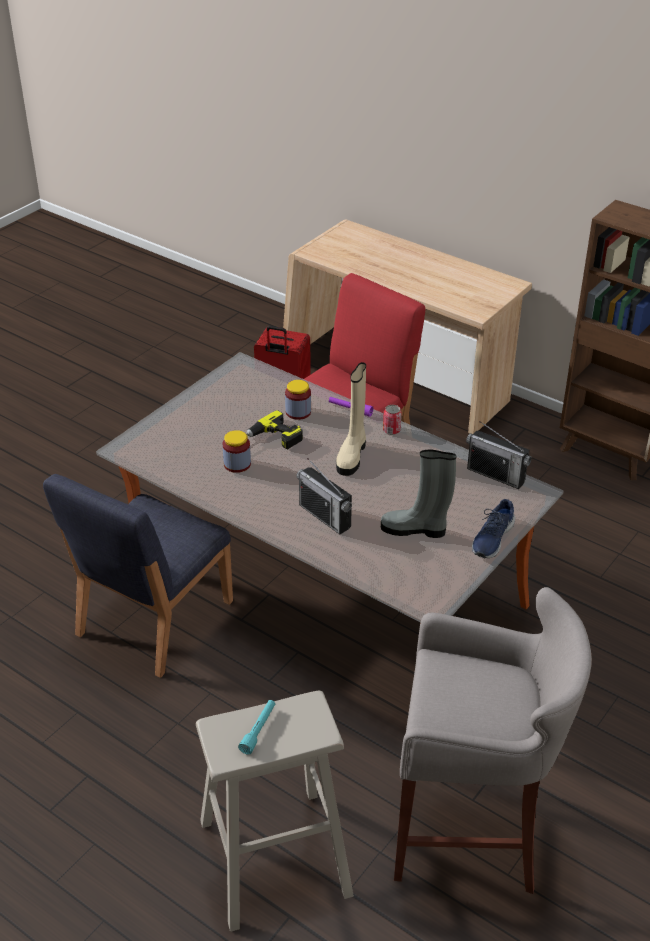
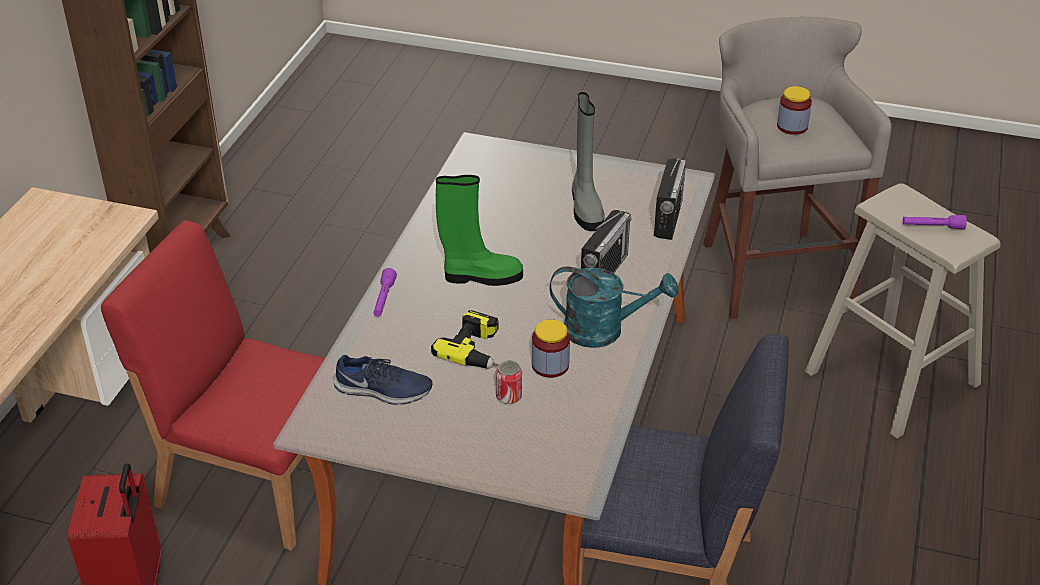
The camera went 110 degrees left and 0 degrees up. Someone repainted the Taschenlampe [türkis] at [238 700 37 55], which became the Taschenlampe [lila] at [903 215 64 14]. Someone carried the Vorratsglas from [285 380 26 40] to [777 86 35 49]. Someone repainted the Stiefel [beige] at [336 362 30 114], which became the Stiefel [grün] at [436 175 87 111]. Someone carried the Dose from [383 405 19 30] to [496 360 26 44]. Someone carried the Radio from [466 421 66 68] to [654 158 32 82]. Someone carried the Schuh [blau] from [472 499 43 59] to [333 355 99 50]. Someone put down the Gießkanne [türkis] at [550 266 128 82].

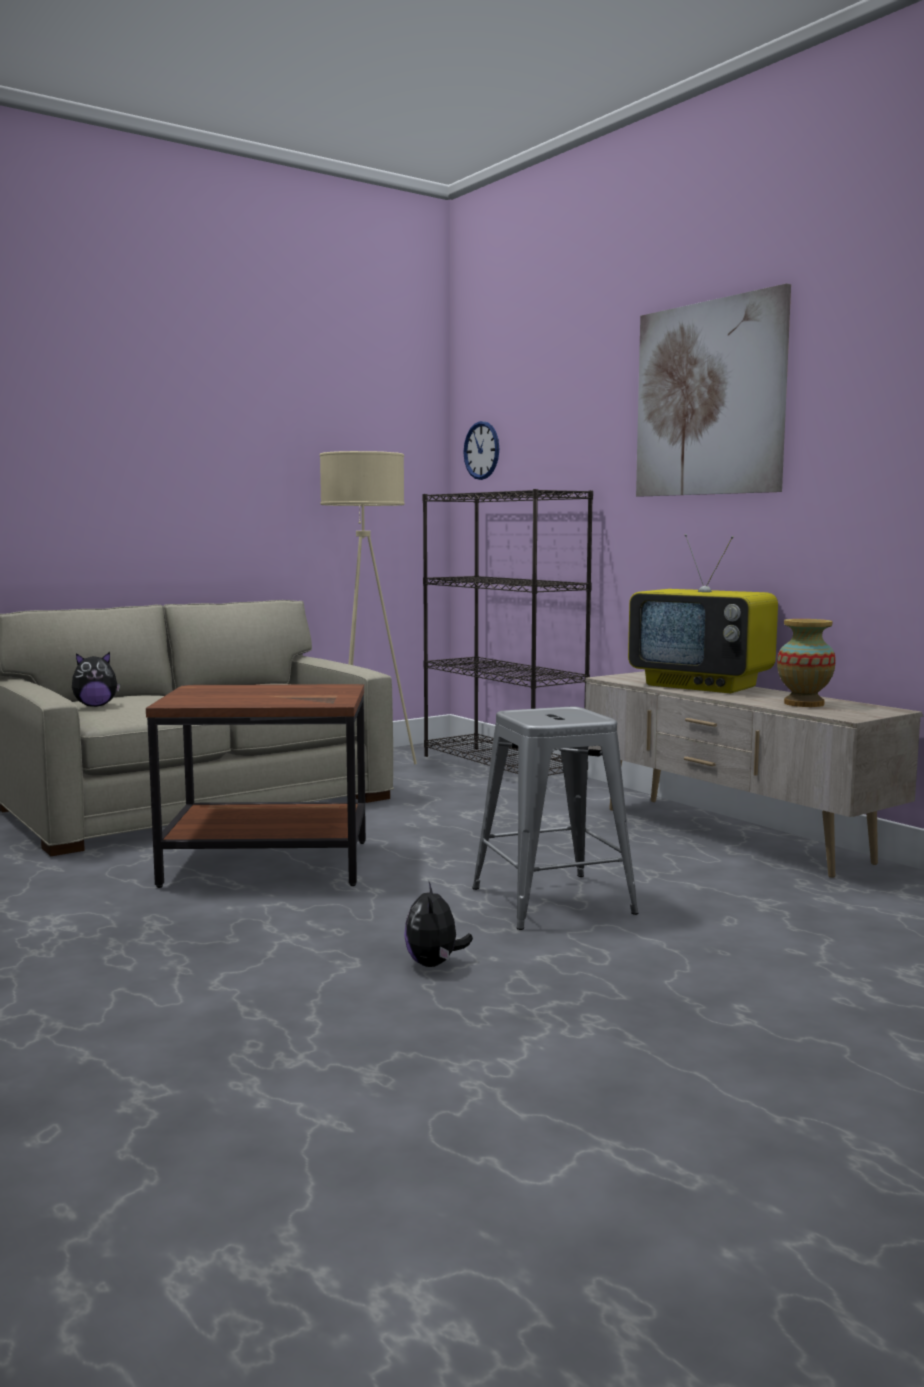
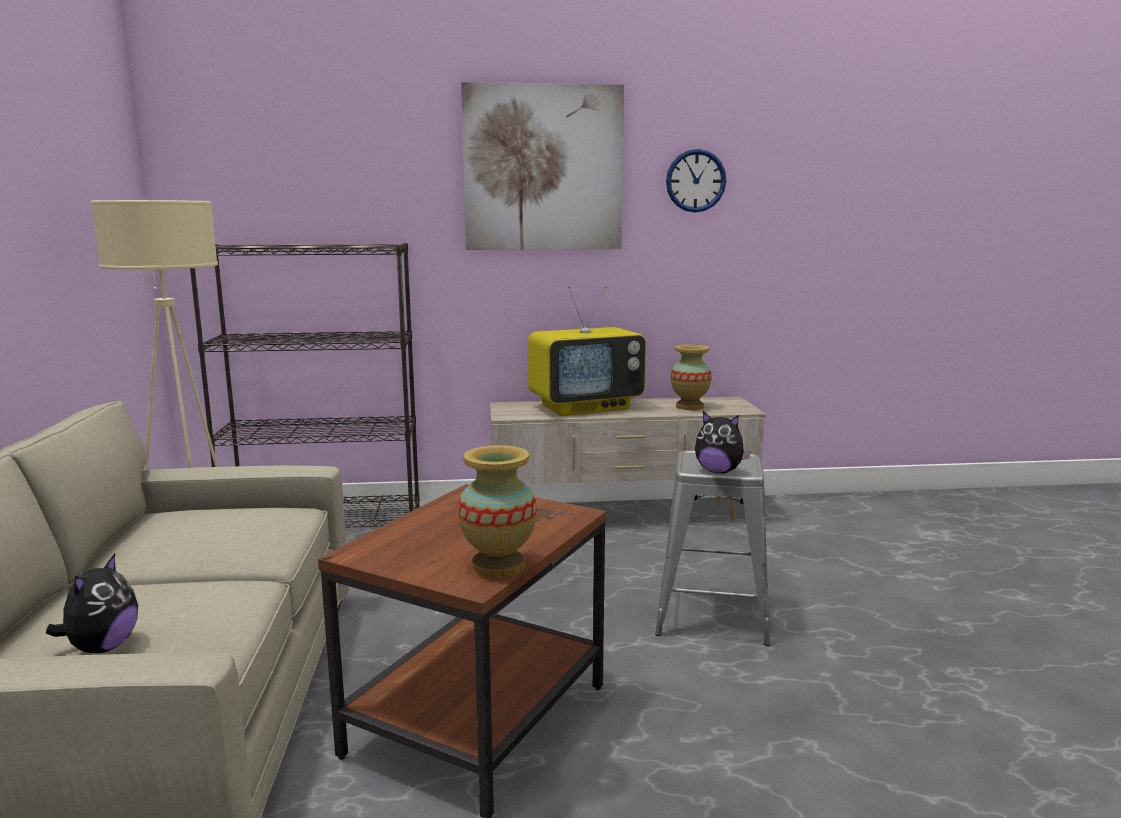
The camera went 60 degrees left and 5 degrees up. Someone carried the Plüschtier from [404 880 69 87] to [695 411 56 63]. Someone carried the Wanduhr from [463 421 36 59] to [666 149 60 64]. Someone put down the Vase at [458 445 79 132].

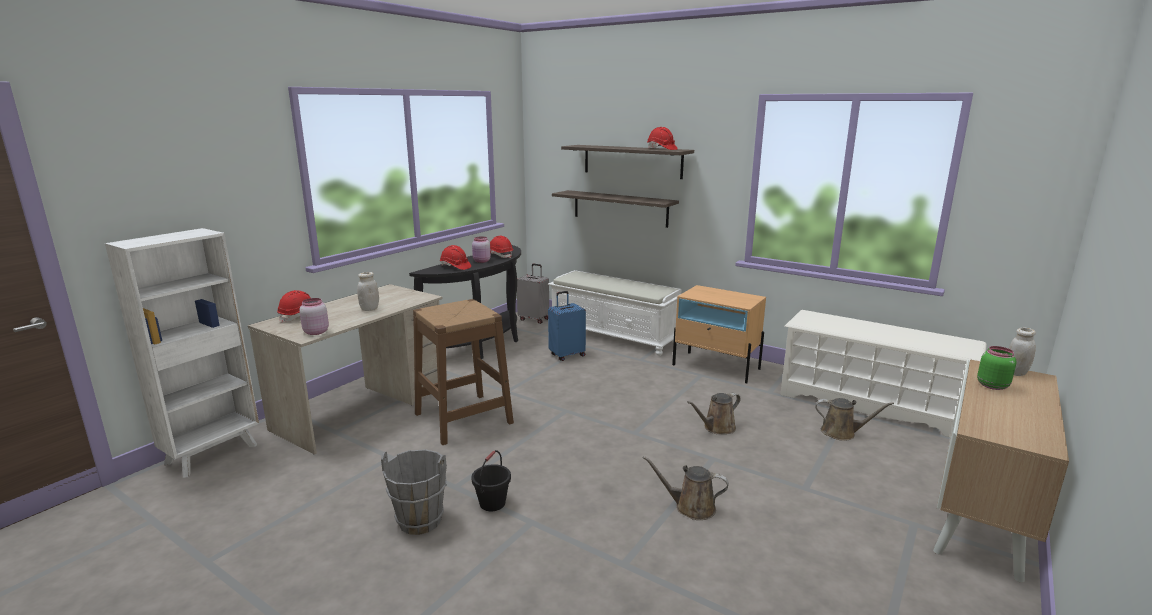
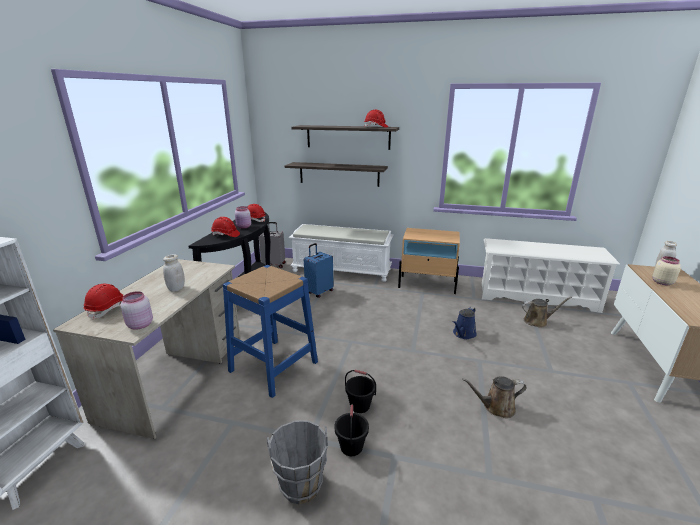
The camera went 20 degrees left and 5 degrees up. Someone repainted the Hocker [braun] at [413 299 101 146], which became the Hocker [blau] at [223 265 95 133]. Someone repainted the Gießkanne [braun] at [687 393 54 41], which became the Gießkanne [blau] at [453 307 24 32]. Someone repainted the Vorratsglas [grün] at [977 346 40 44], which became the Vorratsglas [beige] at [652 256 29 29]. Someone put down the Eimer [schwarz] at [345 370 31 43].

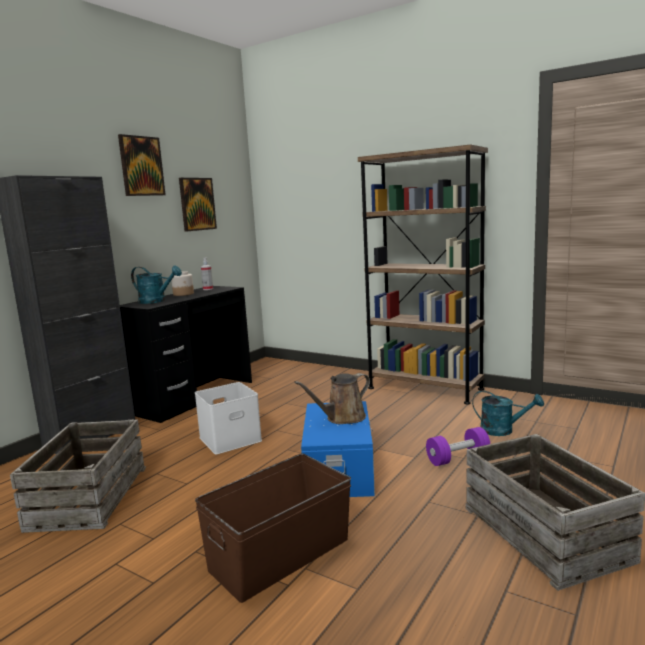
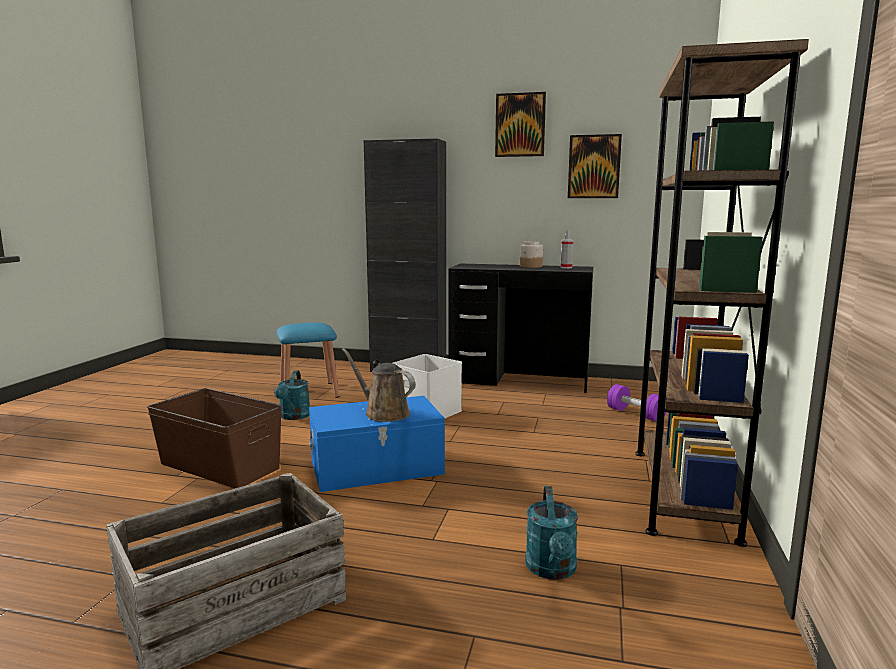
The camera went 70 degrees right and 0 degrees up. Someone swapped the Kiste at [10 420 136 113] for the Hocker [blau] at [276 323 63 75]. Someone carried the Gießkanne [türkis] from [131 266 51 38] to [274 370 36 50]. Someone carried the Hantel [lila] from [426 427 64 39] to [607 384 59 38].

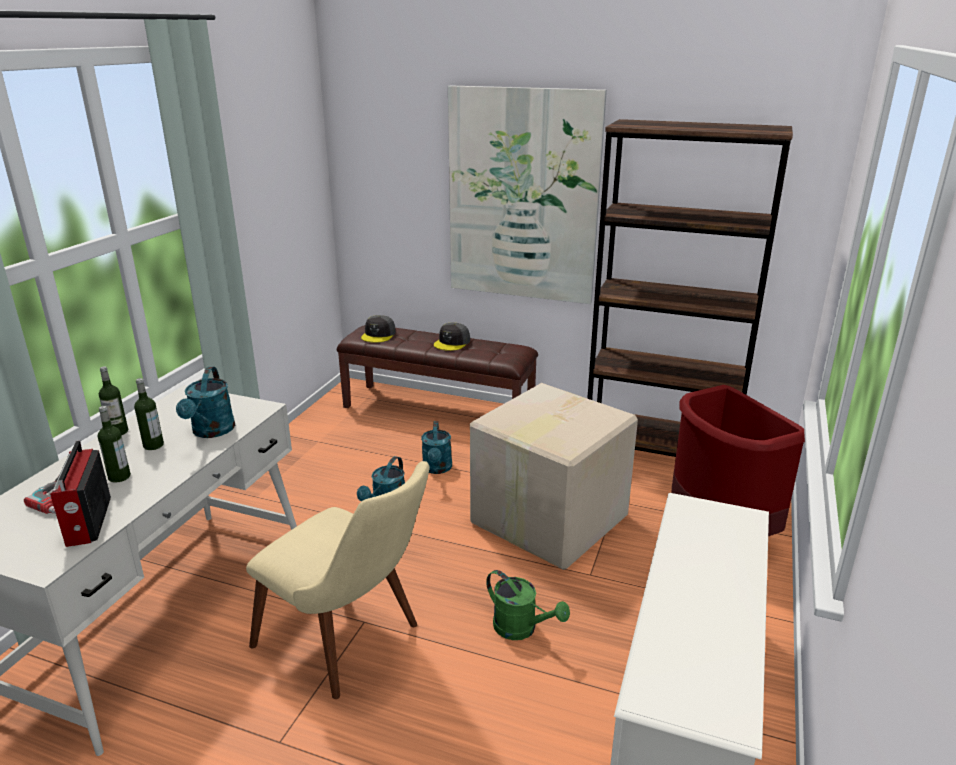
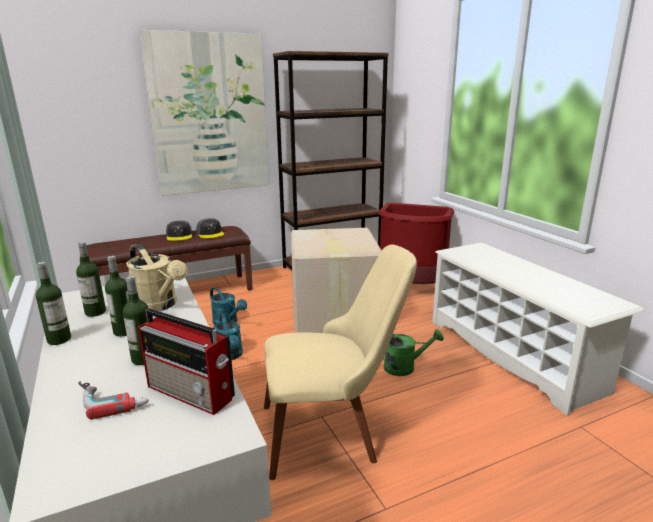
The camera went 45 degrees left and 5 degrees down. Someone repainted the Gießkanne [türkis] at [176 367 59 71], which became the Gießkanne [beige] at [126 244 61 67]. Someone carried the Kappe [grau] from [361 315 35 28] to [196 218 28 20]. Someone put down the Flasche at [76 242 30 75].

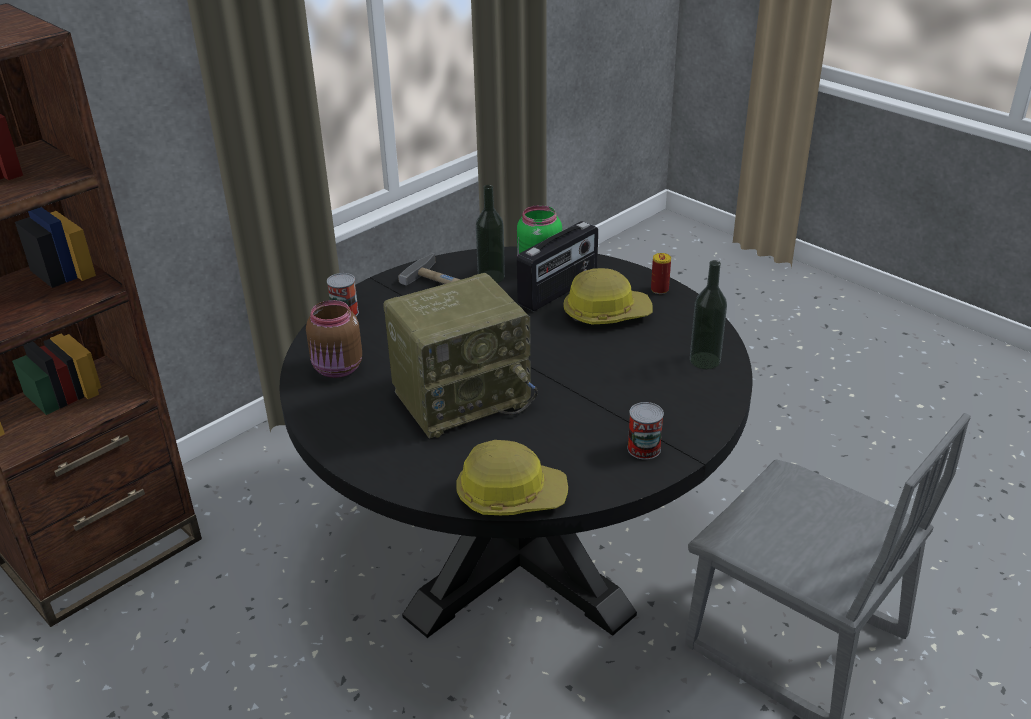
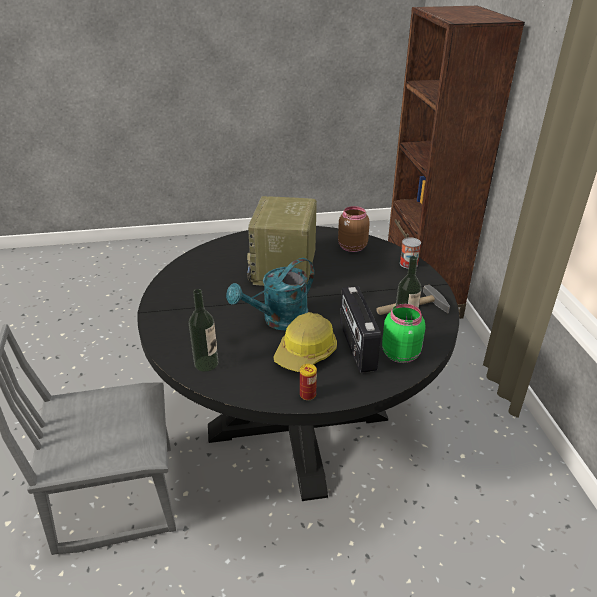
The camera went 125 degrees right and 0 degrees up. Someone took away the Schutzhelm at [456 440 112 75]. Someone took away the Dose at [627 402 37 58]. Someone put down the Gießkanne [türkis] at [226 258 89 72].

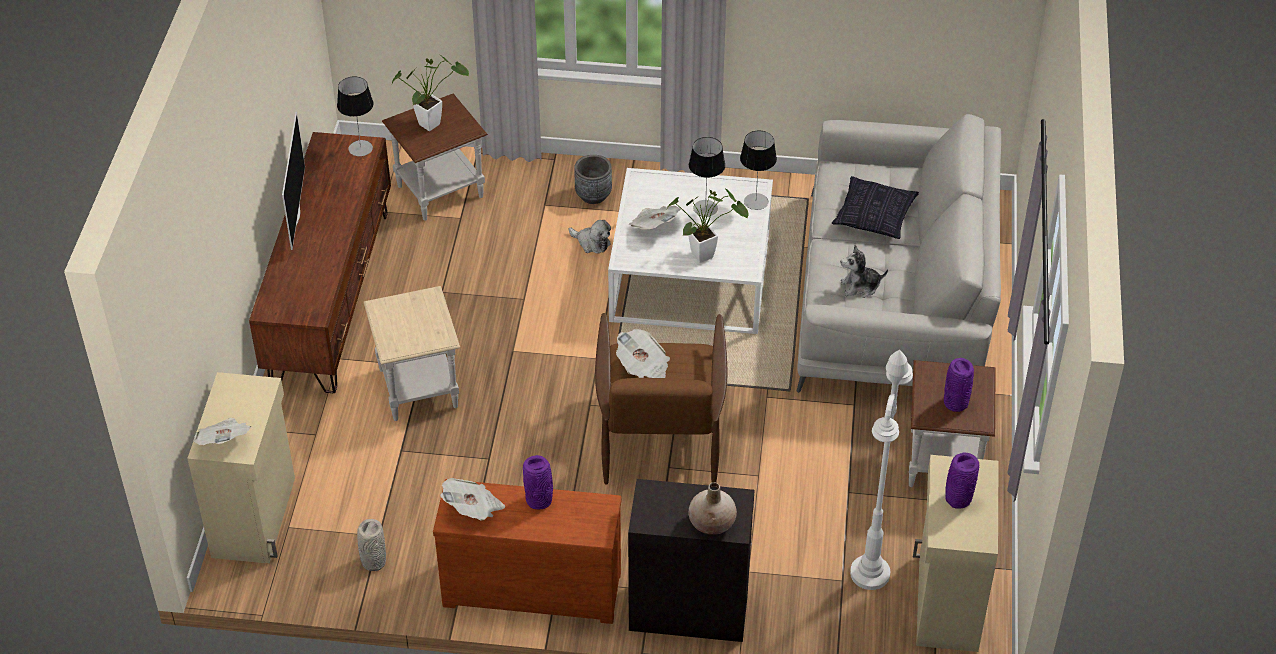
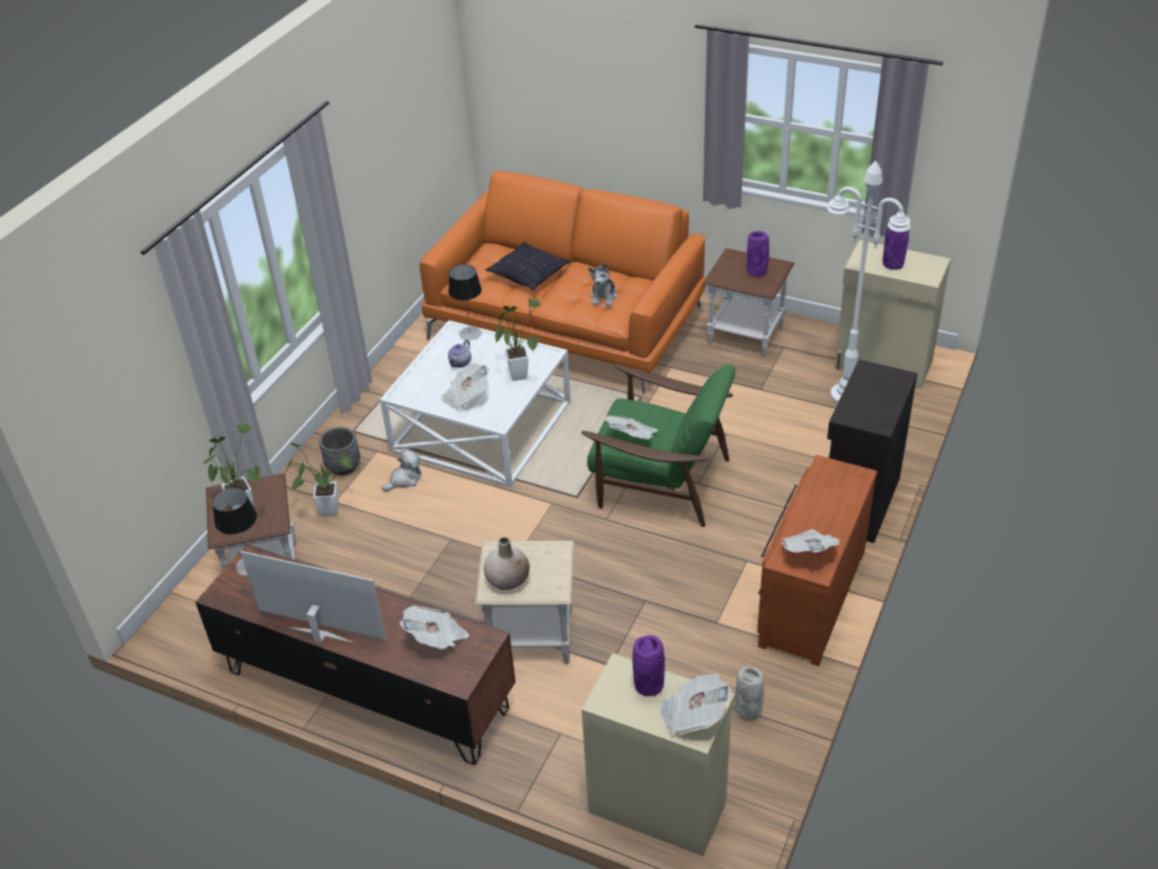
The camera went 70 degrees left and 5 degrees down. Someone carried the Vase [lila] from [523 455 30 54] to [632 635 33 61]. Someone repainted the Sessel [braun] at [595 313 132 172], which became the Sessel [grün] at [581 364 155 163]. Someone swapped the Tischlampe at [689 137 36 80] for the Teekanne at [448 340 23 27]. Someone carried the Vase [beige] from [689 482 48 53] to [484 537 46 53]. Someone repainted the Sofa [grau] at [797 114 204 279], which became the Sofa [orange] at [420 171 286 223]. Someone put down the Topfpflanze at [284 442 68 75]. Someone put down the Zeitung at [399 605 70 44].

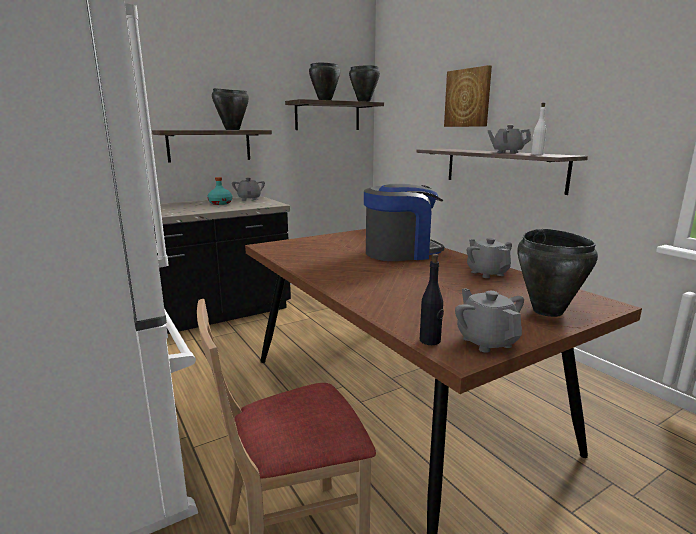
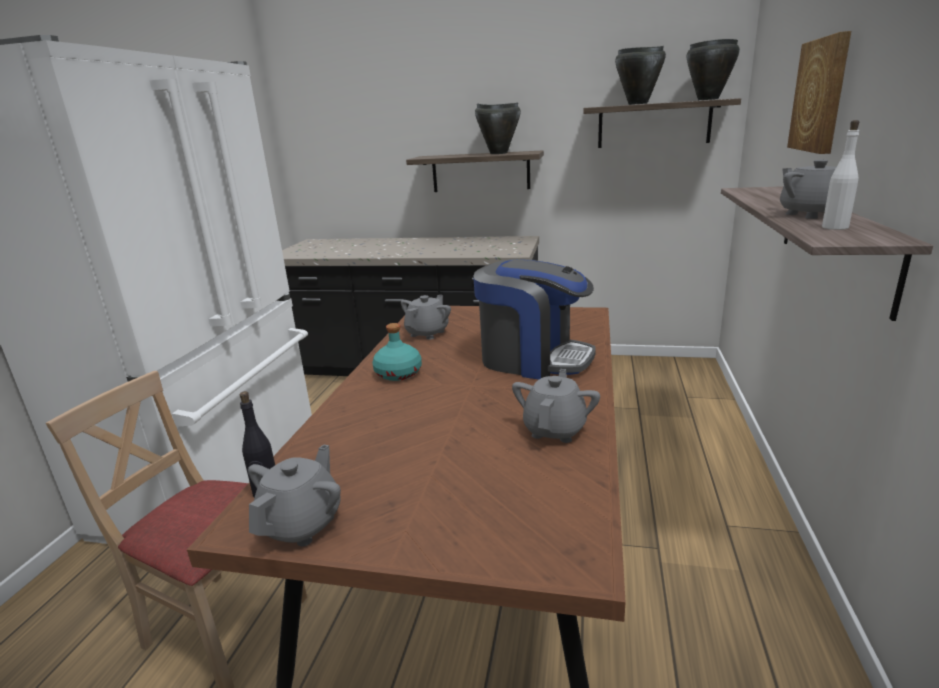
The camera went 45 degrees right and 5 degrees up. Someone carried the Flasche [türkis] from [207 177 25 28] to [372 323 50 58]. Someone carried the Teekanne [grau] from [232 178 33 23] to [401 295 50 45]. Someone took away the Kochtopf [schwarz] at [518 229 80 88].

